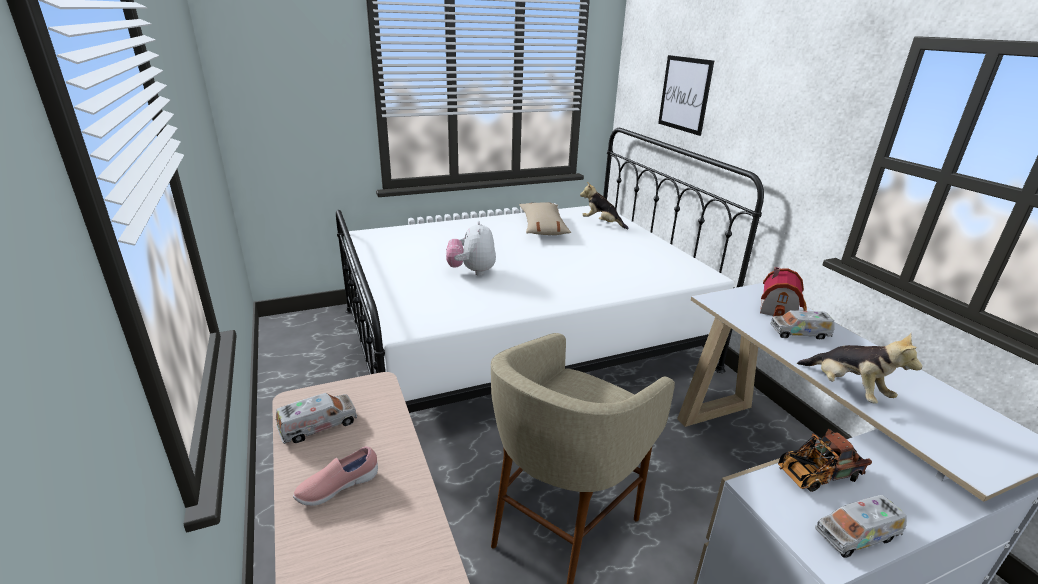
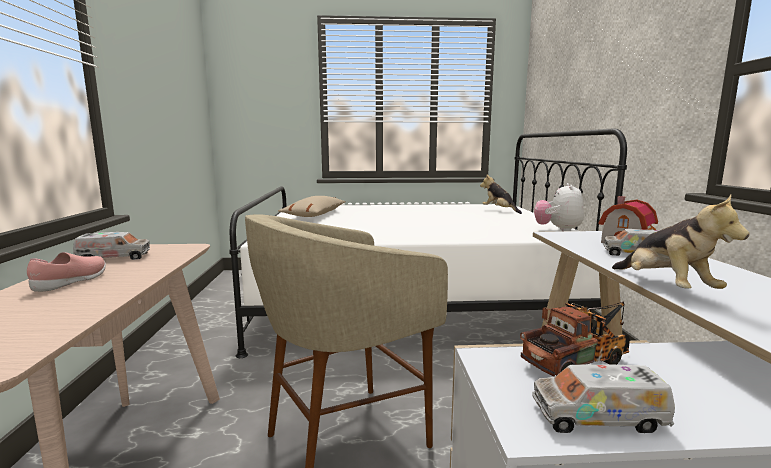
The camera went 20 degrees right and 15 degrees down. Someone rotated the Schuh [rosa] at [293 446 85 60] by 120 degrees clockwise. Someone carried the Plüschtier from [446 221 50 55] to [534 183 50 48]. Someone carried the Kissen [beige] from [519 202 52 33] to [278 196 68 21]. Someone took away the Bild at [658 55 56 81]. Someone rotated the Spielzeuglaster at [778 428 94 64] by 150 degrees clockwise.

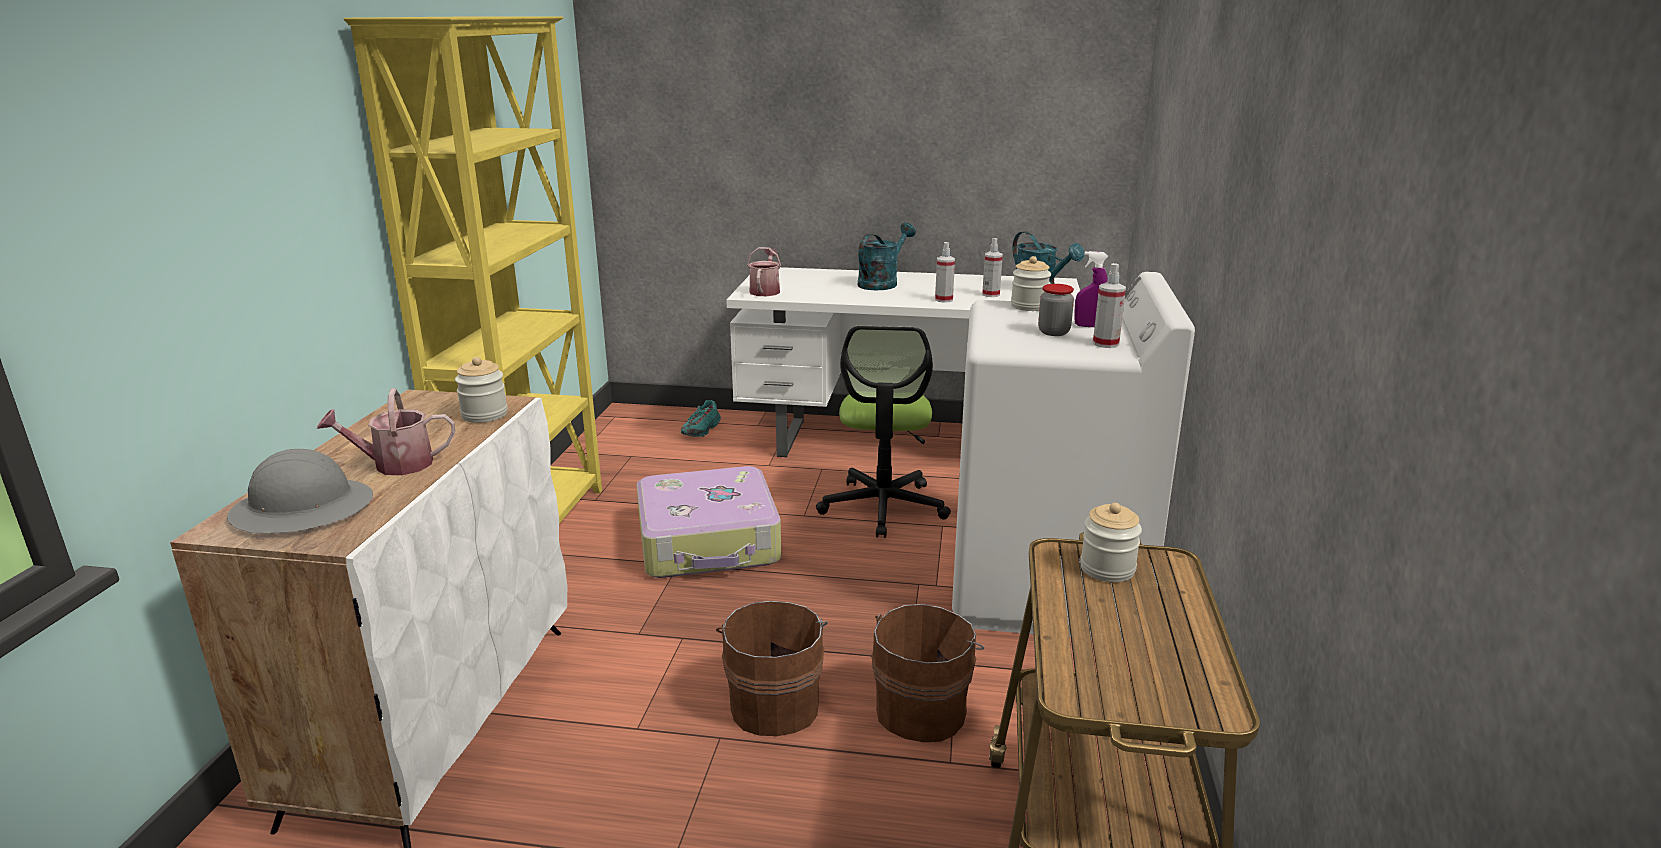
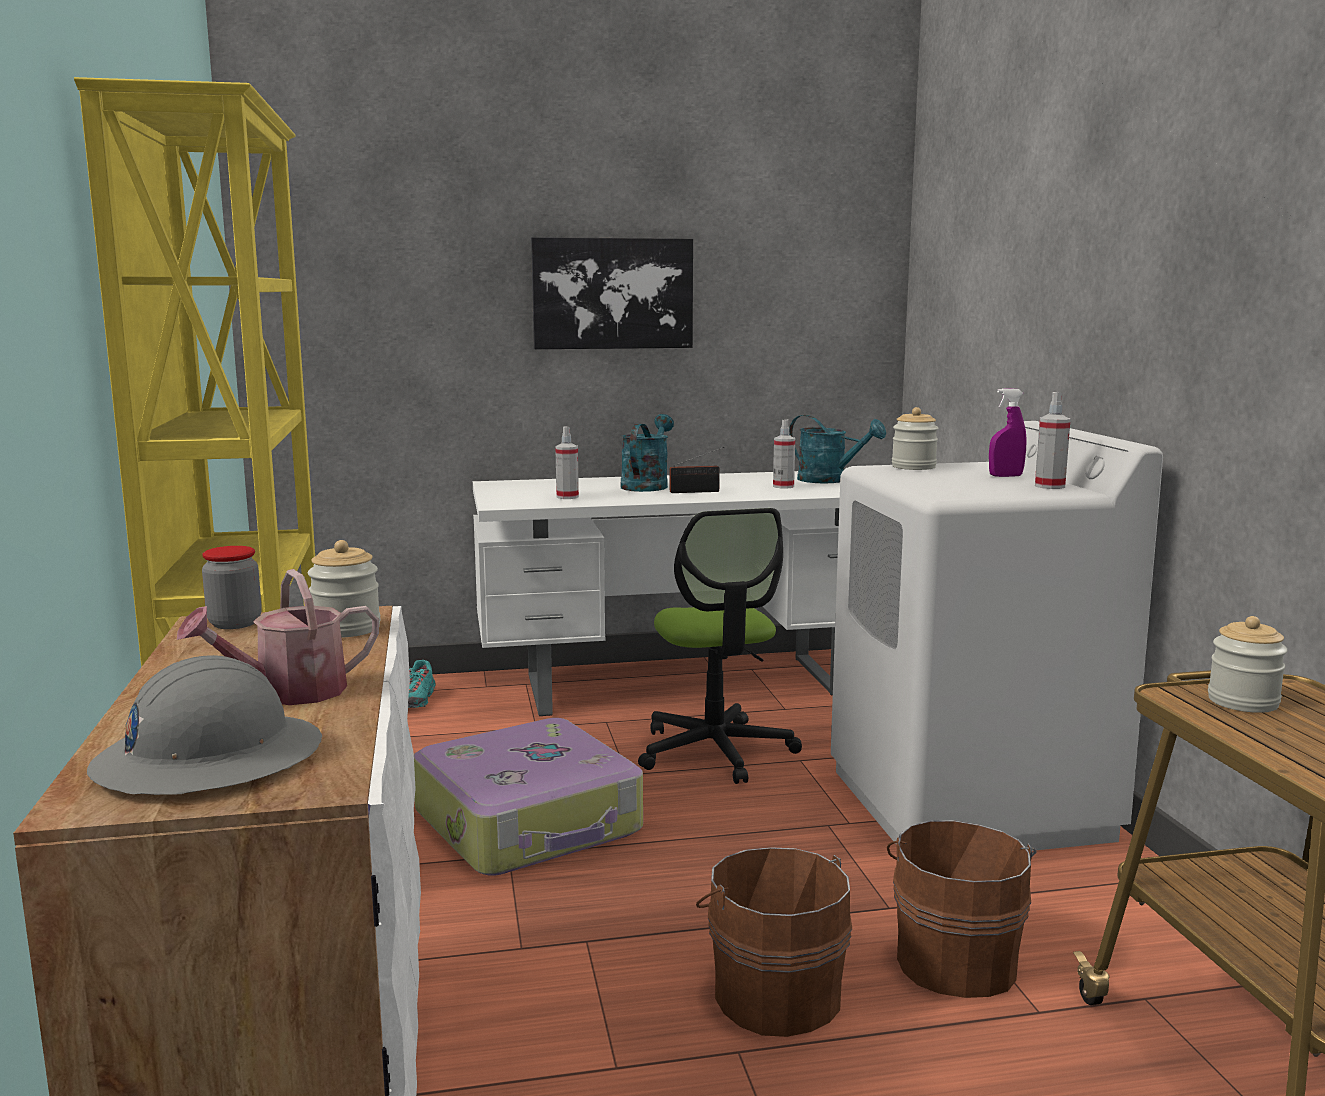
The camera went 20 degrees left and 10 degrees down. Someone took away the Gießkanne at [747 247 34 49]. Someone carried the Sprühflasche from [935 242 20 61] to [555 427 24 72]. Someone carried the Vorratsglas from [1038 284 36 52] to [202 546 60 83]. Someone put up the Bild at [531 237 162 112]. Someone put down the Radio at [670 447 54 46].

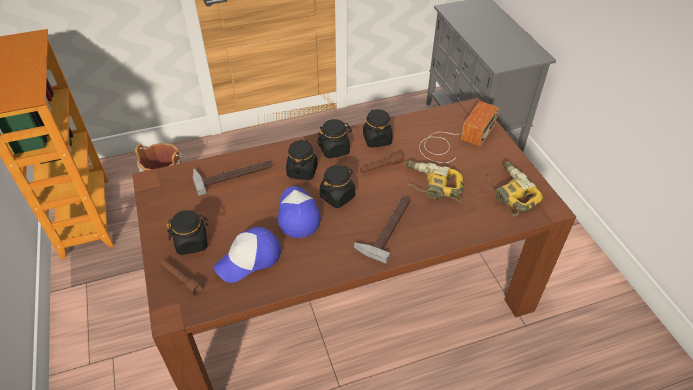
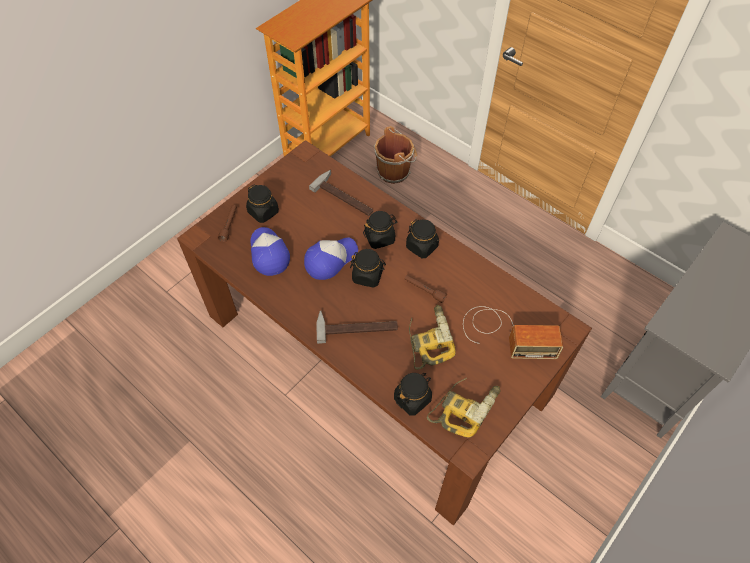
The camera went 60 degrees right and 10 degrees up. Someone rotated the Kappe at [214 227 67 56] by 45 degrees clockwise. Someone carried the Vorratsglas [schwarz] from [363 109 30 39] to [394 373 38 43].

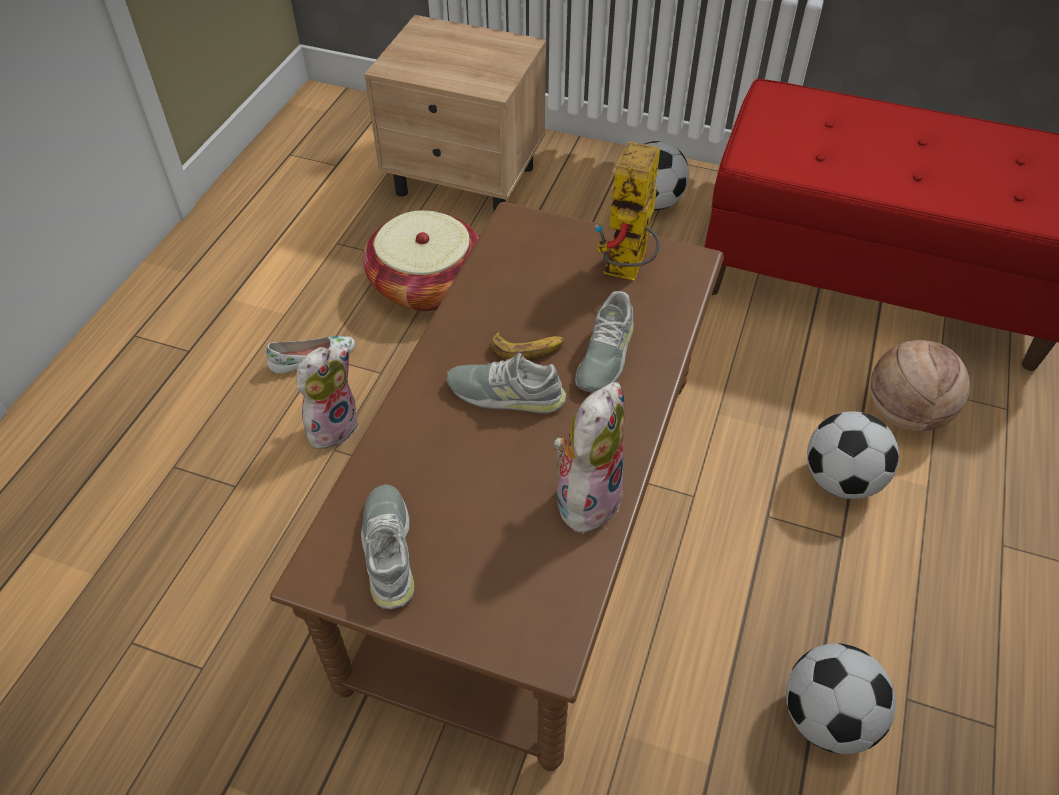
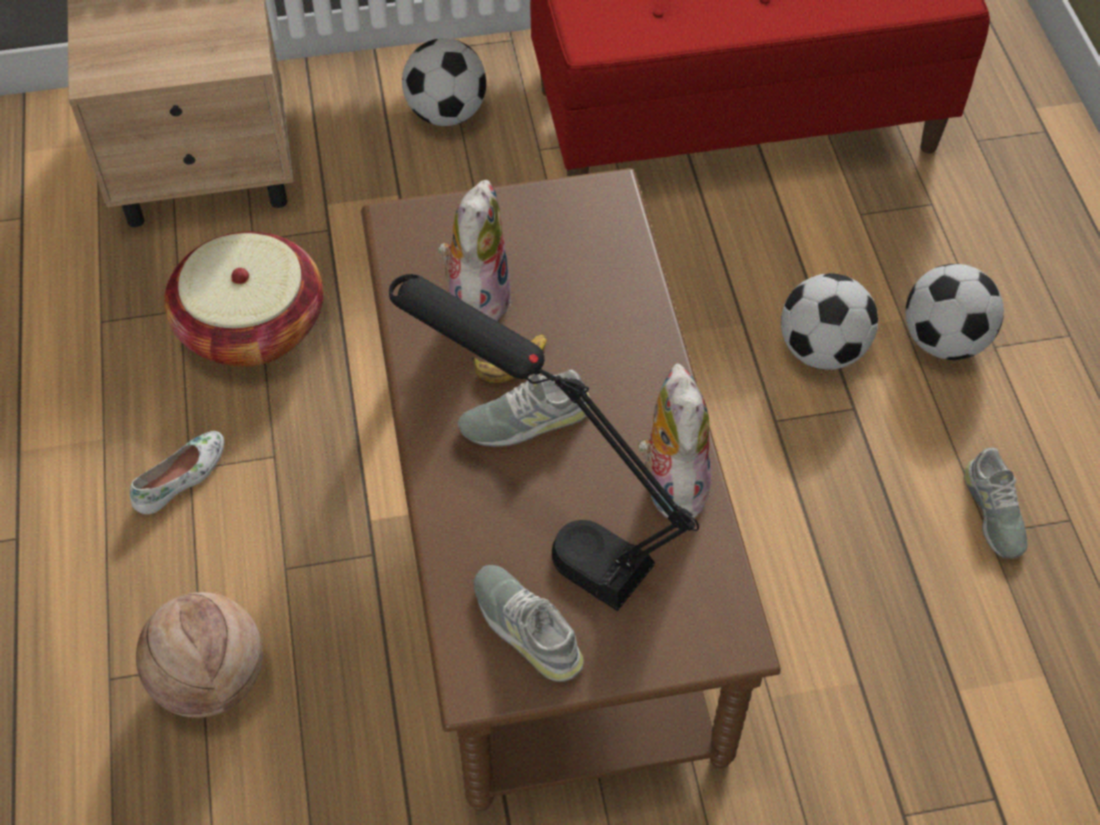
The camera went 30 degrees left and 5 degrees up. Someone carried the Plüschtier from [297 346 62 103] to [438 180 73 142]. Someone carried the Schuh [grau] from [575 291 59 101] to [964 448 64 111]. Someone took away the Spielzeugroboter at [595 141 65 139]. Someone carried the Fußball from [786 643 110 111] to [905 264 99 96]. Someone carried the Basketball from [870 340 100 92] to [136 592 127 126]. Someone put down the Tischlampe [schwarz] at [389 274 310 337].

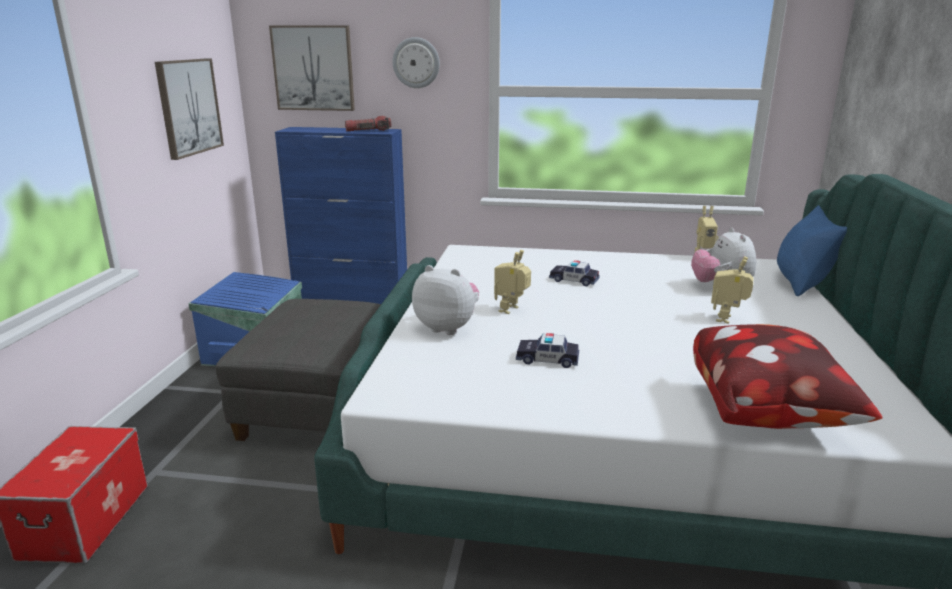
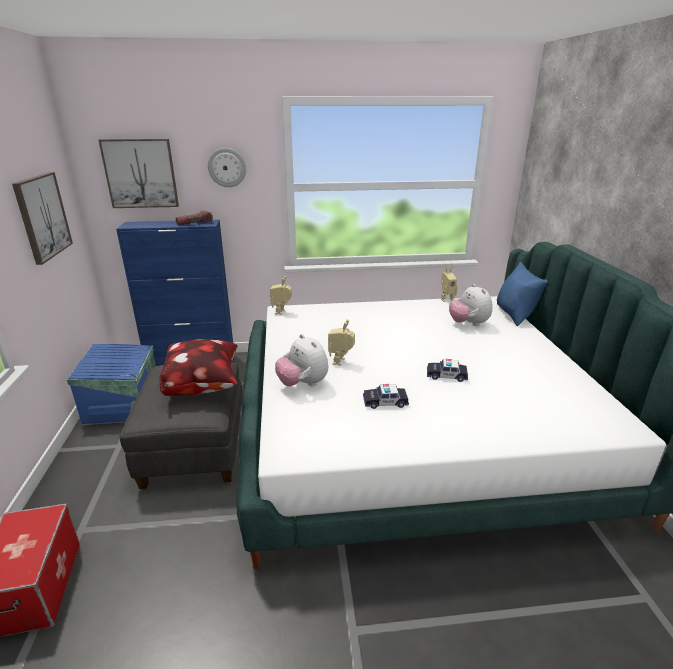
The camera went 15 degrees left and 5 degrees up. Someone rotated the Plüschtier at [412 265 67 70] by 135 degrees counterclockwise. Someone carried the Spielzeugauto from [549 260 51 26] to [427 359 41 23]. Someone carried the Kissen from [693 324 190 105] to [159 339 79 57]. Someone carried the Spielzeugroboter from [711 256 43 68] to [270 276 22 39].

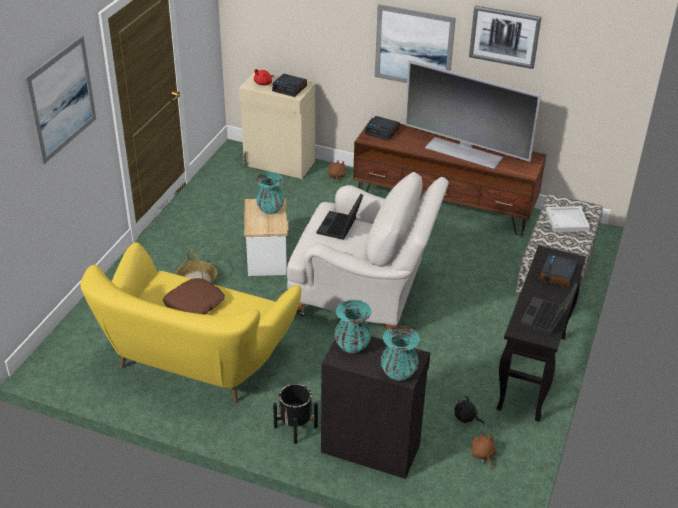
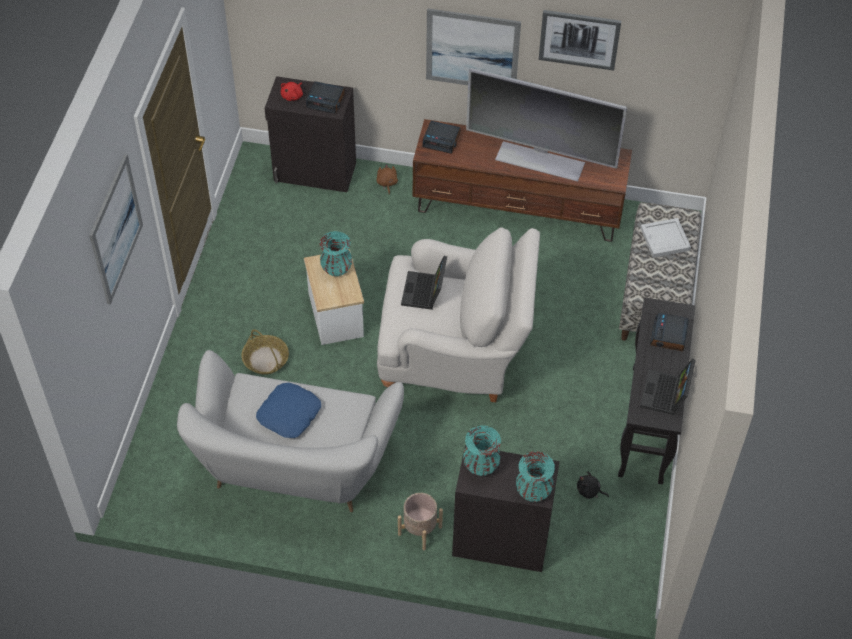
The camera went 10 degrees left and 15 degrees up. Someone repainted the Sofa [gelb] at [80 242 221 161], which became the Sofa [weiß] at [177 350 227 162]. Someone repainted the Kissen [braun] at [163 278 62 37], which became the Kissen [blau] at [256 383 65 55]. Someone repainted the Schrank [beige] at [238 72 77 107], which became the Schrank [schwarz] at [265 76 91 116]. Someone repainted the Pflanzkübel [schwarz] at [273 384 45 60], which became the Pflanzkübel [beige] at [398 493 45 57]. Someone took away the Plüschtier [braun] at [471 432 25 37].

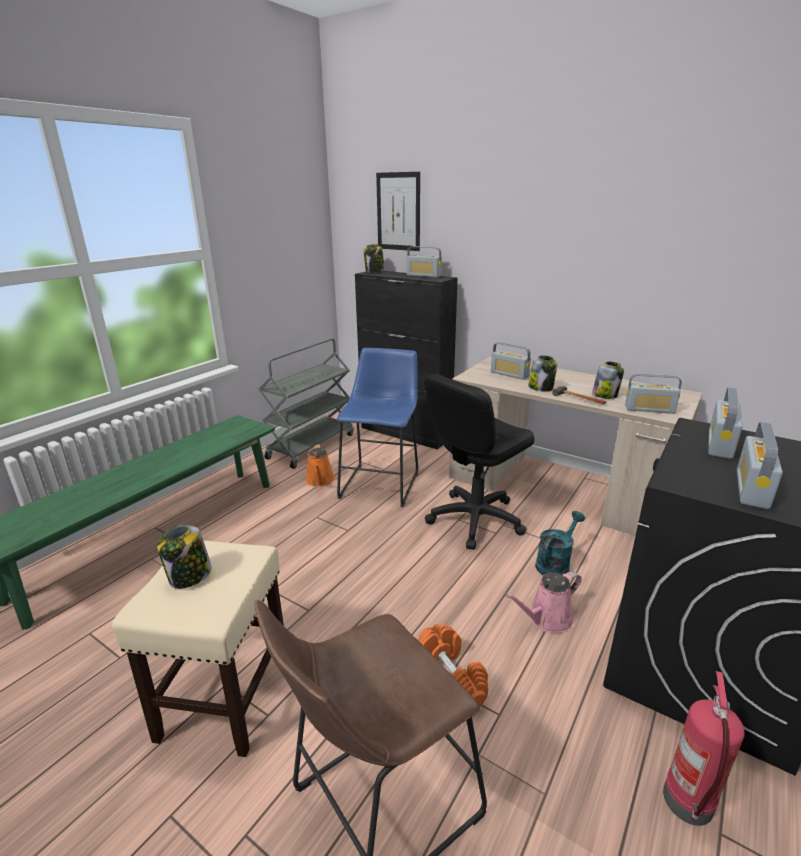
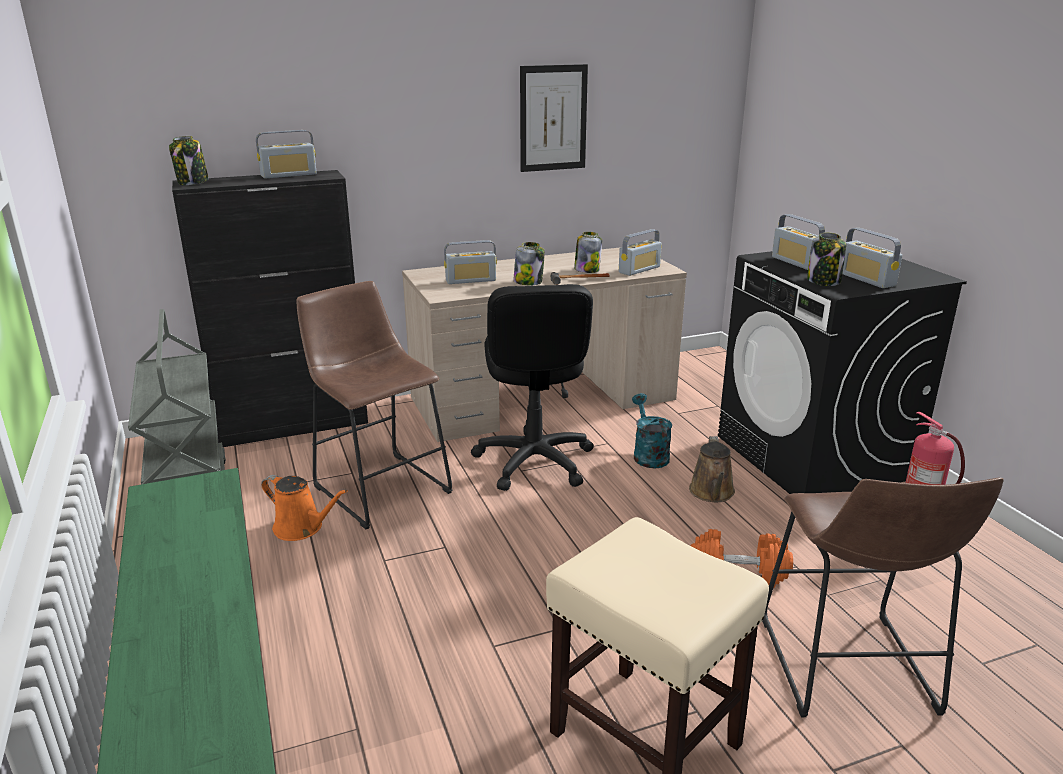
The camera went 55 degrees left and 0 degrees up. Someone carried the Vorratsglas from [157 524 55 65] to [807 232 39 54]. Someone repainted the Hocker [blau] at [337 348 81 159], which became the Hocker [braun] at [297 281 155 248]. Someone carried the Bild from [376 172 44 79] to [520 64 68 108]. Someone repainted the Gießkanne [rosa] at [505 571 77 61], which became the Gießkanne [braun] at [689 436 46 66].

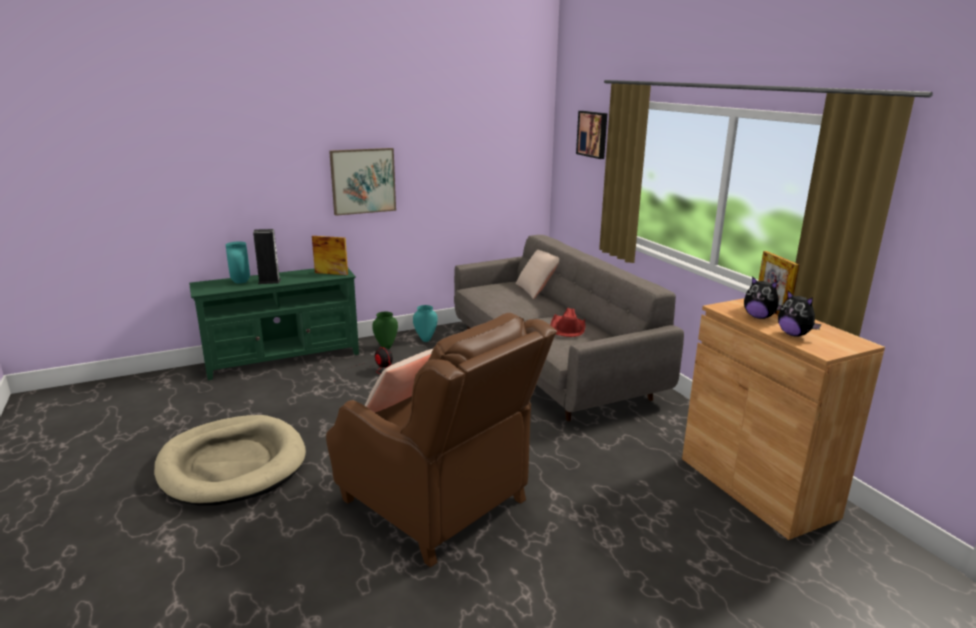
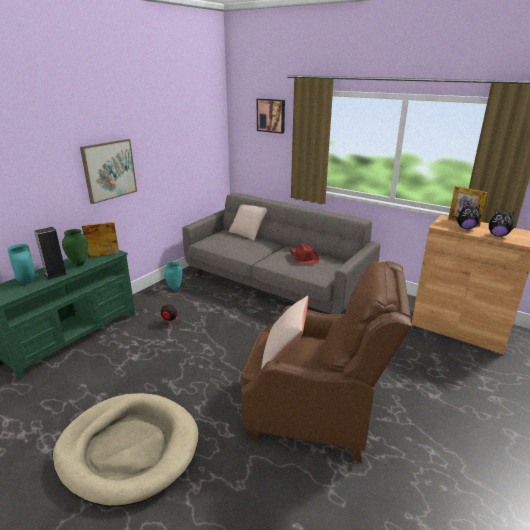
The camera went 30 degrees left and 5 degrees up. Someone carried the Vase [grün] from [372 312 26 37] to [62 229 26 37].

